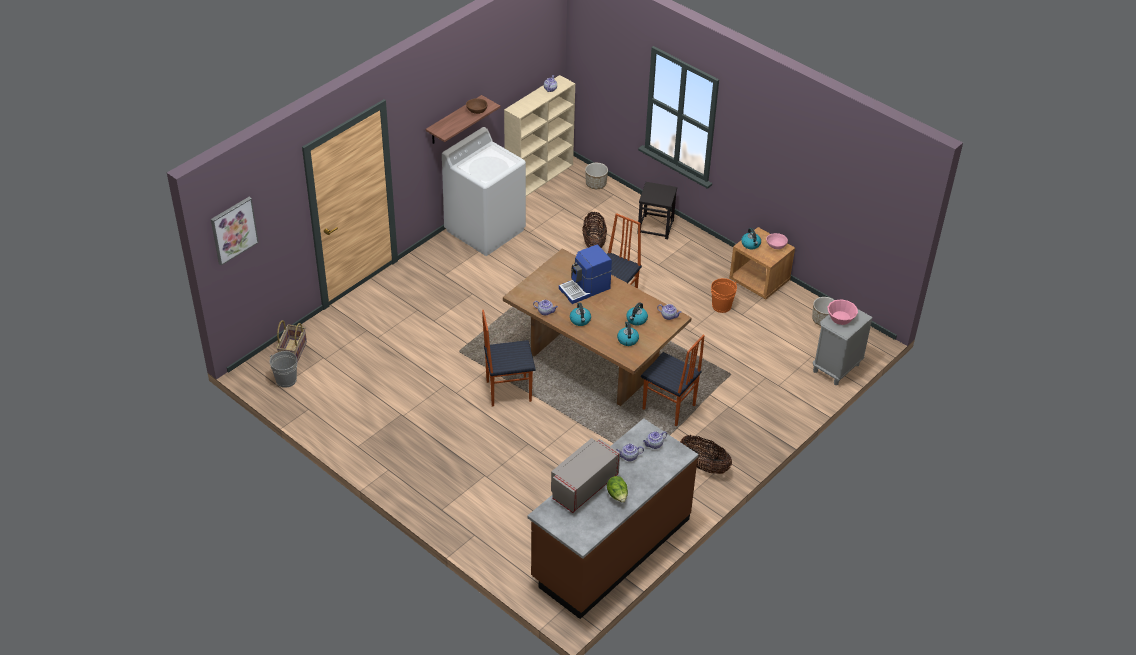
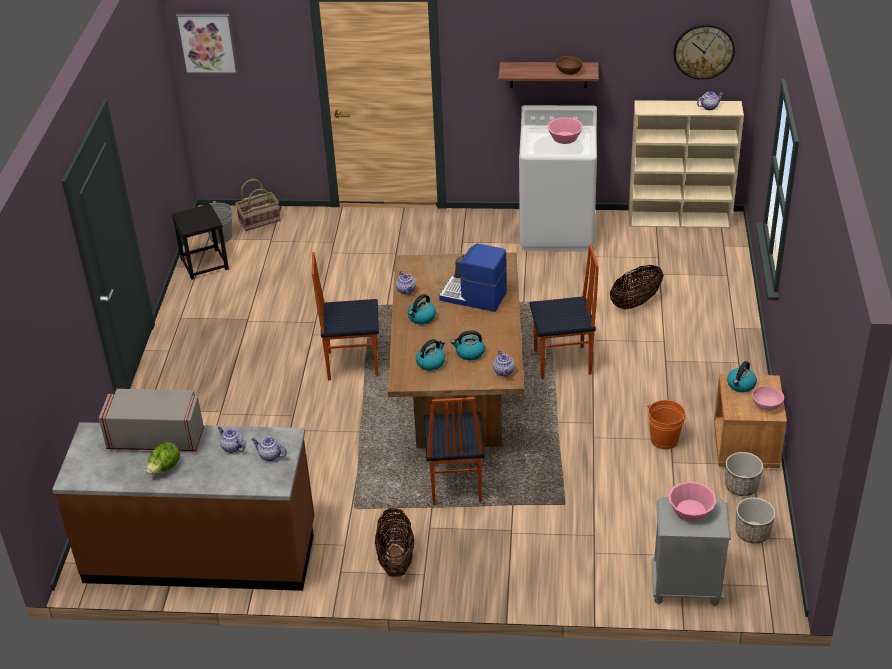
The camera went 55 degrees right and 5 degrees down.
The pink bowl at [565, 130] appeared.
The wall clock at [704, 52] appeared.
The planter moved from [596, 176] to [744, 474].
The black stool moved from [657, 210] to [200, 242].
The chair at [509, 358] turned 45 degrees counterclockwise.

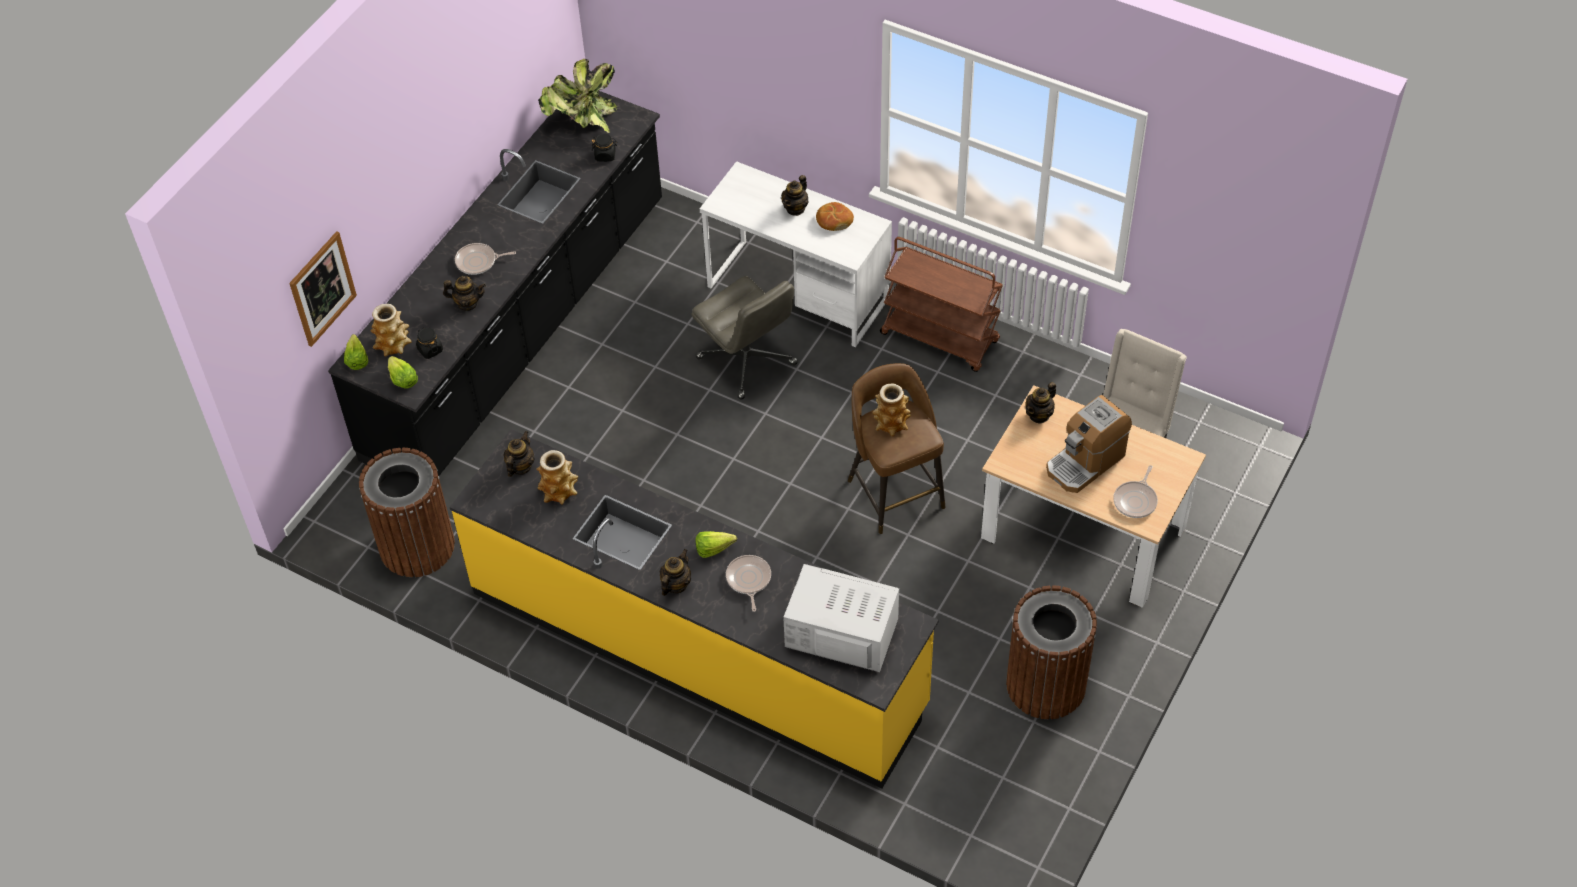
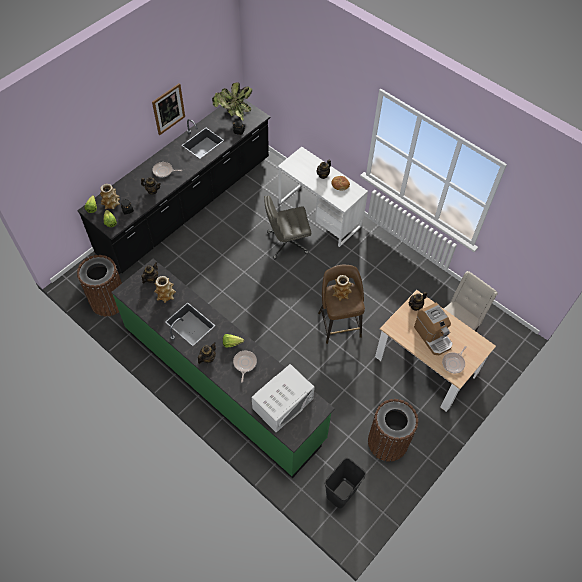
The camera went 10 degrees right and 5 degrees up.
The brown cart at [941, 304] disappeared.
The black trash can at [345, 483] appeared.
The picture moved from [323, 289] to [168, 109].
The yellow counter at [694, 609] became the green counter at [223, 368].
The grey office chair at [745, 337] turned 105 degrees clockwise.
The white microwave at [841, 618] turned 105 degrees clockwise.
The coffee machine at [1089, 444] turned 90 degrees counterclockwise.

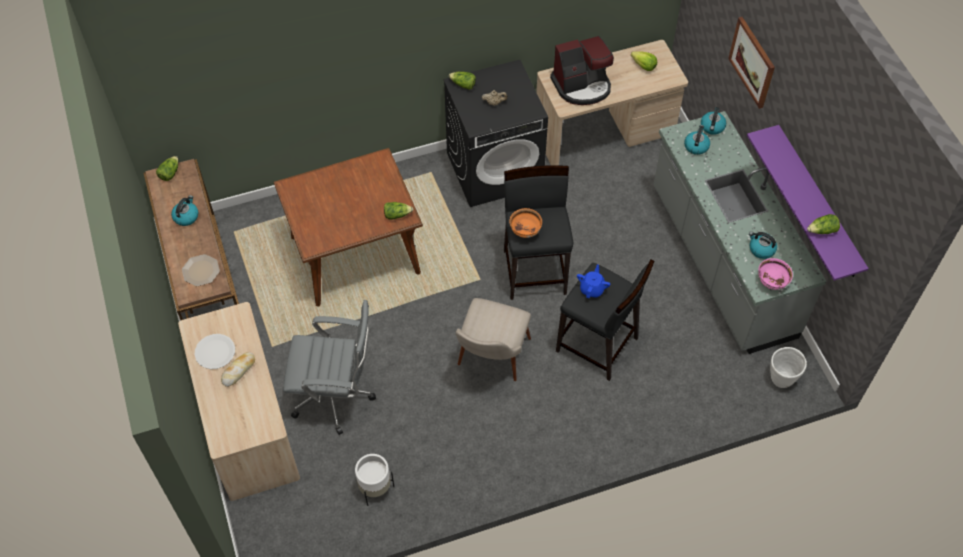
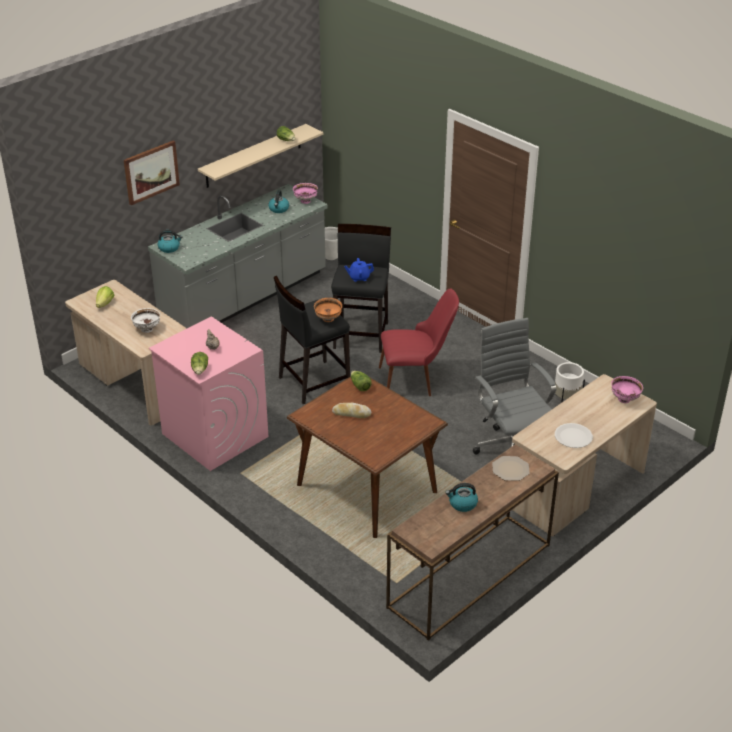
The camera went 115 degrees left and 20 degrees down.
The lettuce at [167, 168] disappeared.
The kettle at [697, 140] disappeared.
The pink bowl at [627, 389] appeared.
The bread moved from [238, 369] to [351, 410].
The coffee machine at [582, 70] was replaced by the white bowl at [145, 320].
The black washing machine at [495, 133] became the pink washing machine at [208, 394].
The beige chair at [493, 339] became the red chair at [419, 342].
The purple shelf at [808, 203] became the beige shelf at [261, 156].

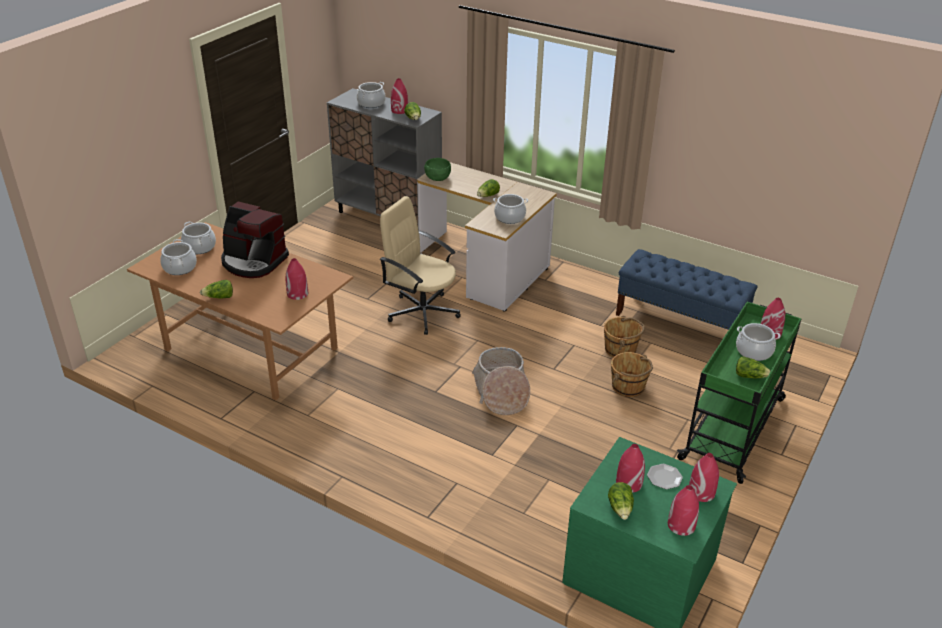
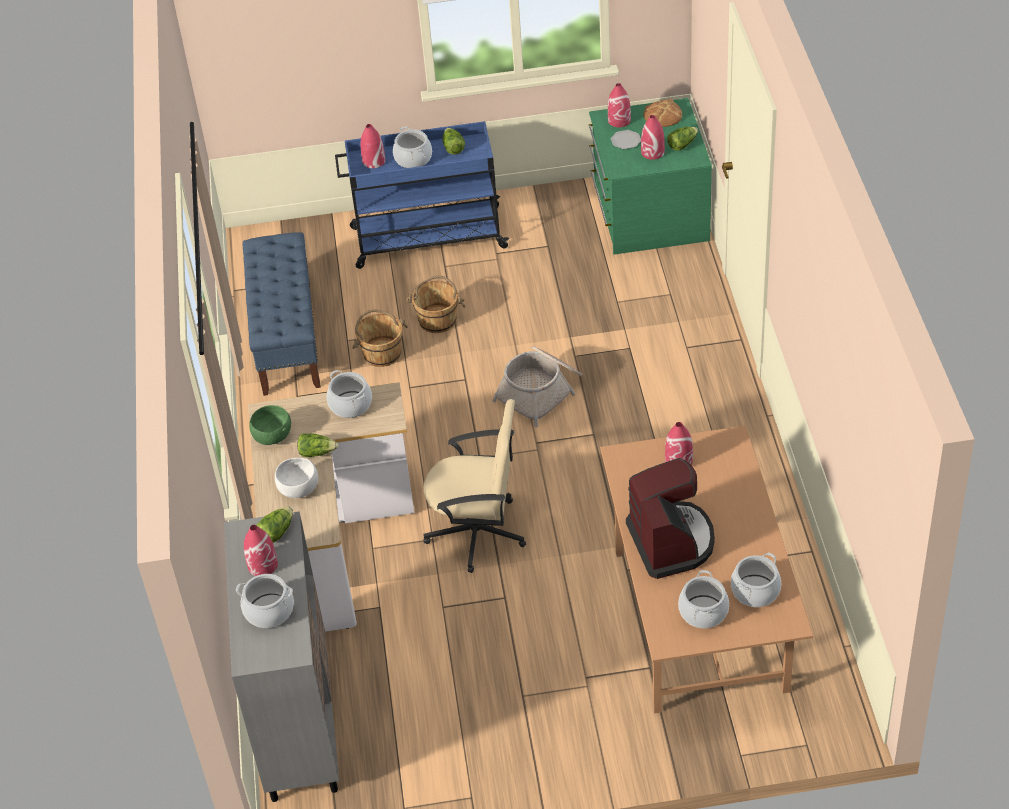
The camera went 125 degrees left and 10 degrees up.
The lettuce at [216, 289] disappeared.
The white bowl at [296, 478] appeared.
The green bowl moved from [437, 169] to [270, 425].
The red vase at [683, 510] was replaced by the bread at [662, 112].
The green cart at [739, 393] became the blue cart at [422, 195].
The beige office chair at [420, 265] turned 75 degrees counterclockwise.

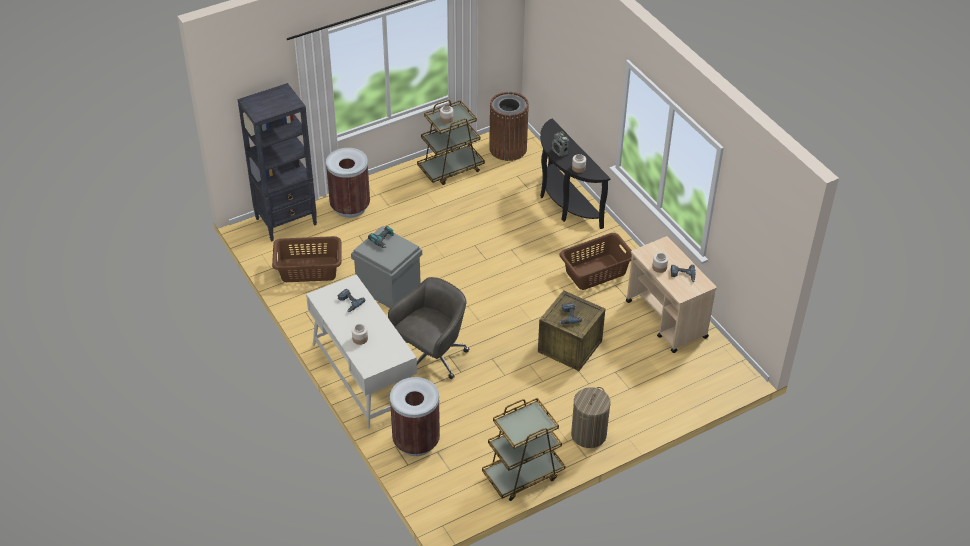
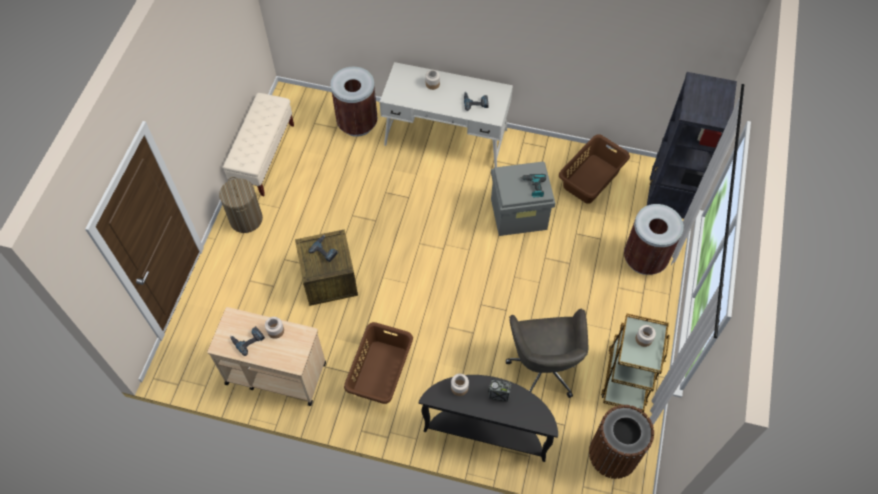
The camera went 135 degrees right and 15 degrees up.
The grey office chair moved from [428, 328] to [547, 353].
The brown cart at [524, 449] was replaced by the beige bench at [258, 144].

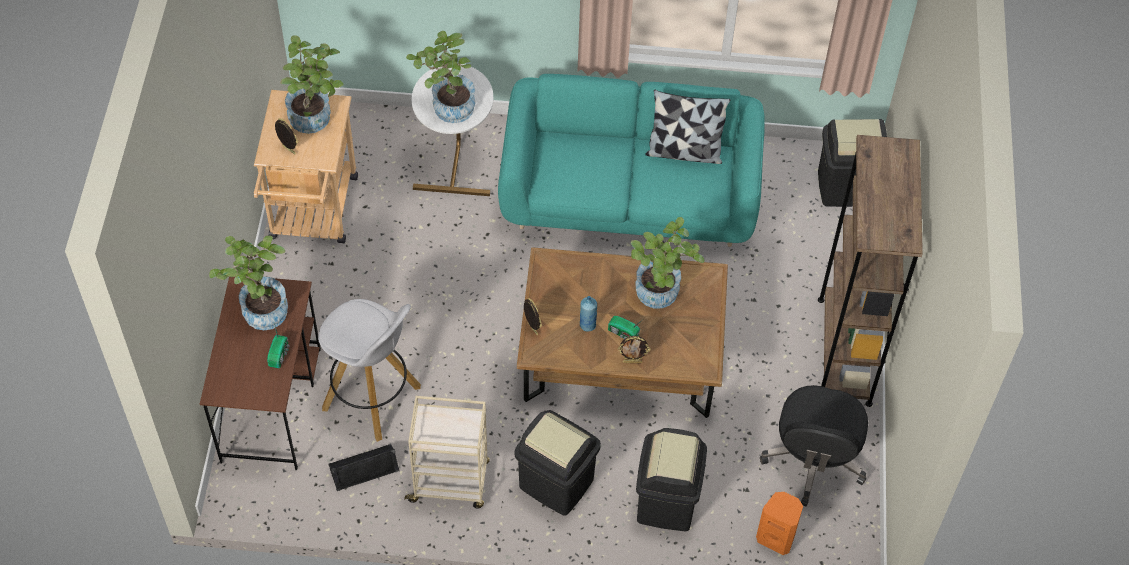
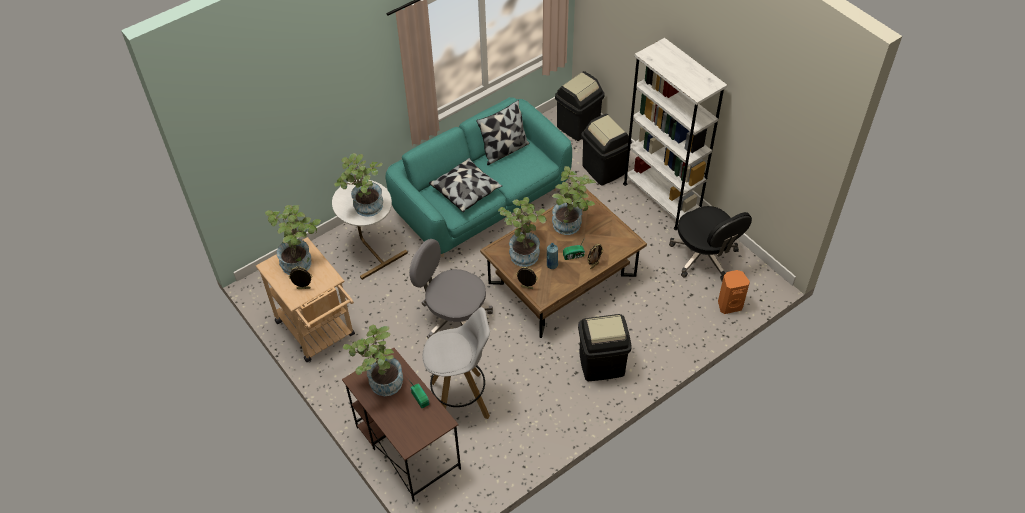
The camera went 40 degrees left and 5 degrees down.
The black speaker at [364, 467] disappeared.
The beige cart at [447, 452] disappeared.
The grey office chair at [451, 289] appeared.
The pillow at [466, 185] appeared.
The potted plant at [522, 232] appeared.
The black trash can moved from [671, 479] to [606, 149].
The brown bookcase at [870, 271] became the white bookcase at [675, 134].

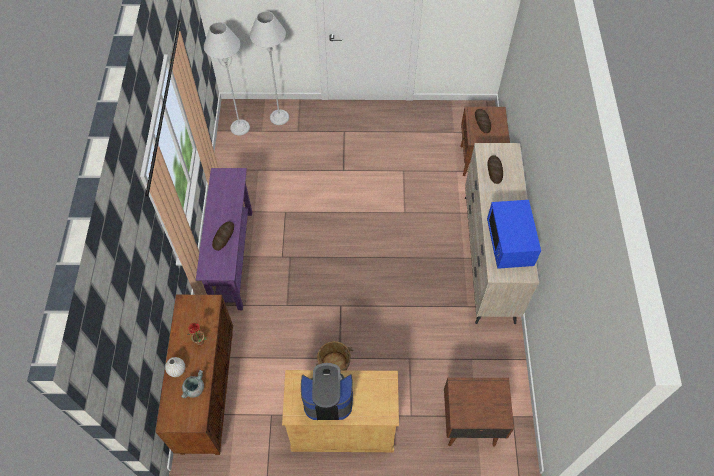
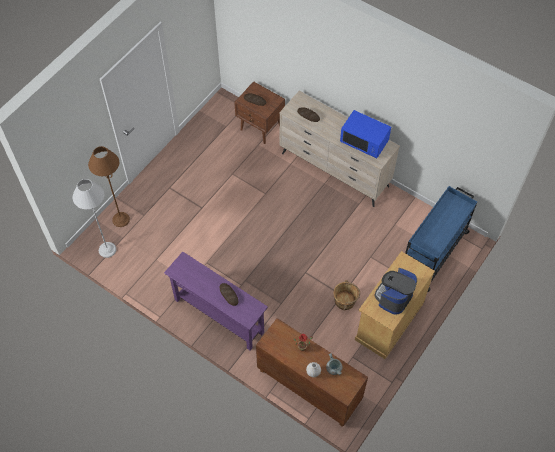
The camera went 55 degrees left and 0 degrees up.
The brown nightstand at [479, 412] was replaced by the blue cart at [441, 239].
The grey floor lamp at [269, 68] became the brown floor lamp at [109, 186].

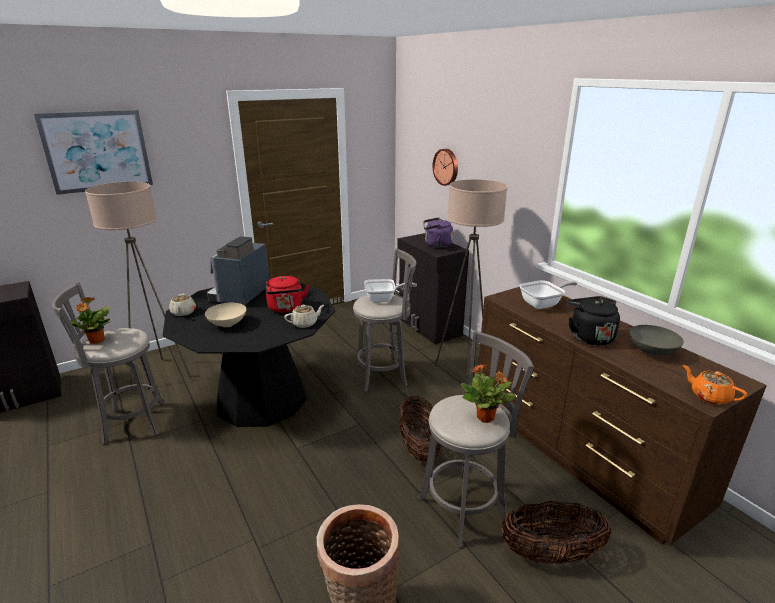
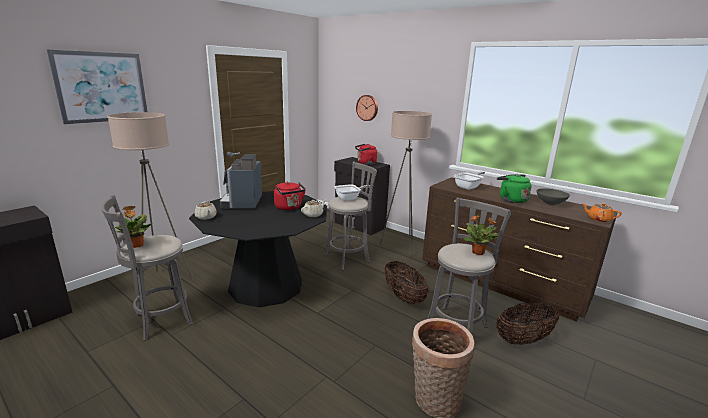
The camera went 20 degrees left and 5 degrees down.
The beige bowl at [225, 315] disappeared.
The purple kettle at [438, 232] became the red kettle at [366, 154].
The black kettle at [593, 320] became the green kettle at [514, 188].

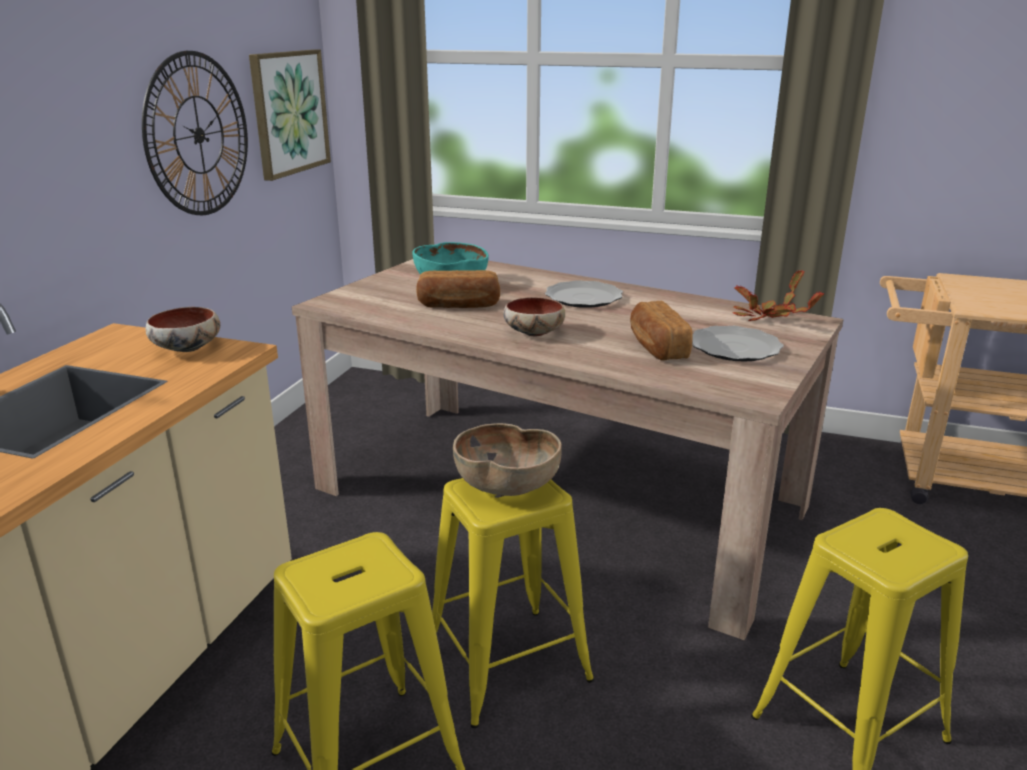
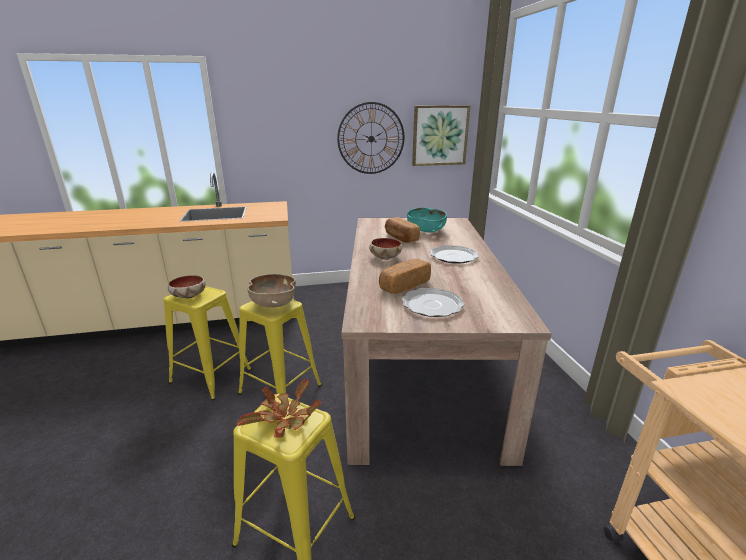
The camera went 60 degrees right and 0 degrees up.
The bowl moved from [183, 329] to [187, 287].
The potted plant moved from [778, 295] to [279, 408].

